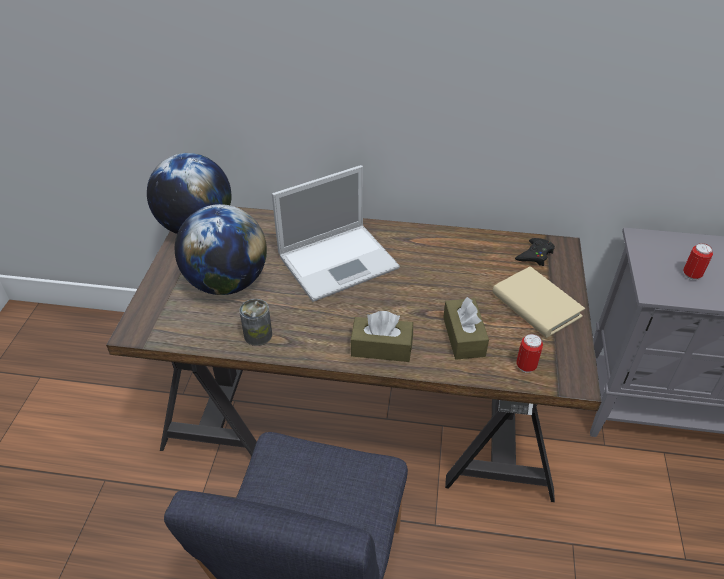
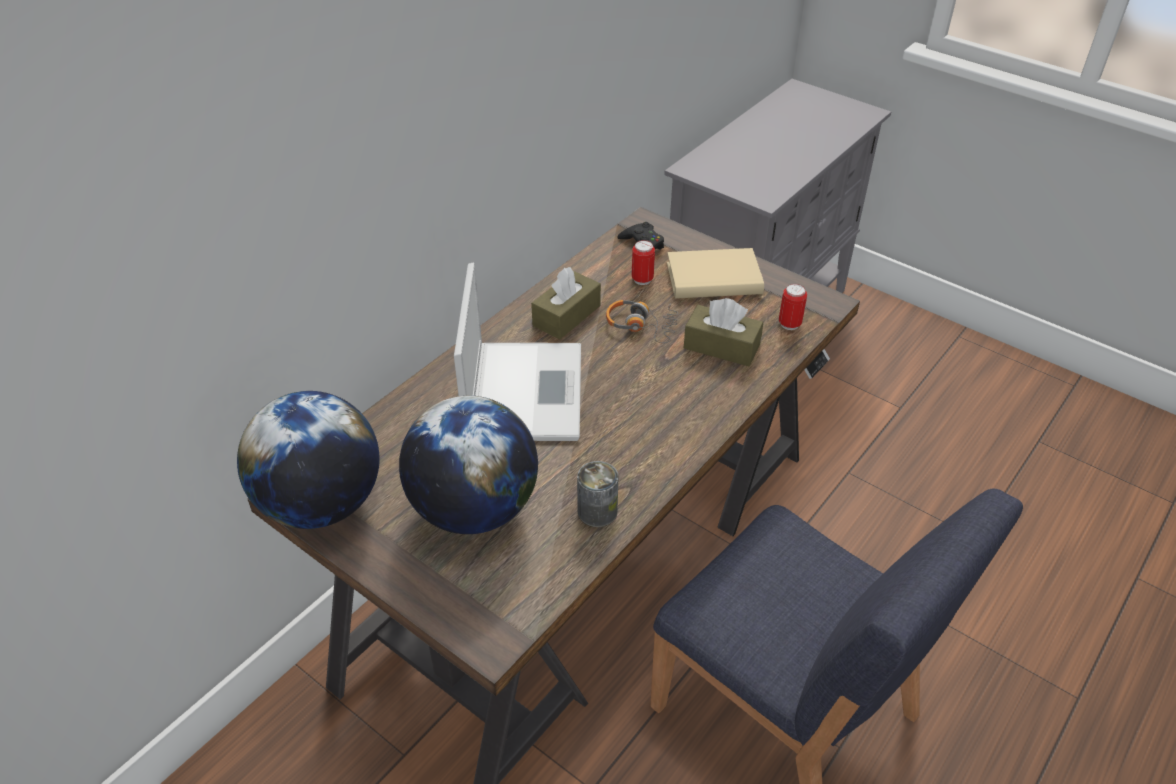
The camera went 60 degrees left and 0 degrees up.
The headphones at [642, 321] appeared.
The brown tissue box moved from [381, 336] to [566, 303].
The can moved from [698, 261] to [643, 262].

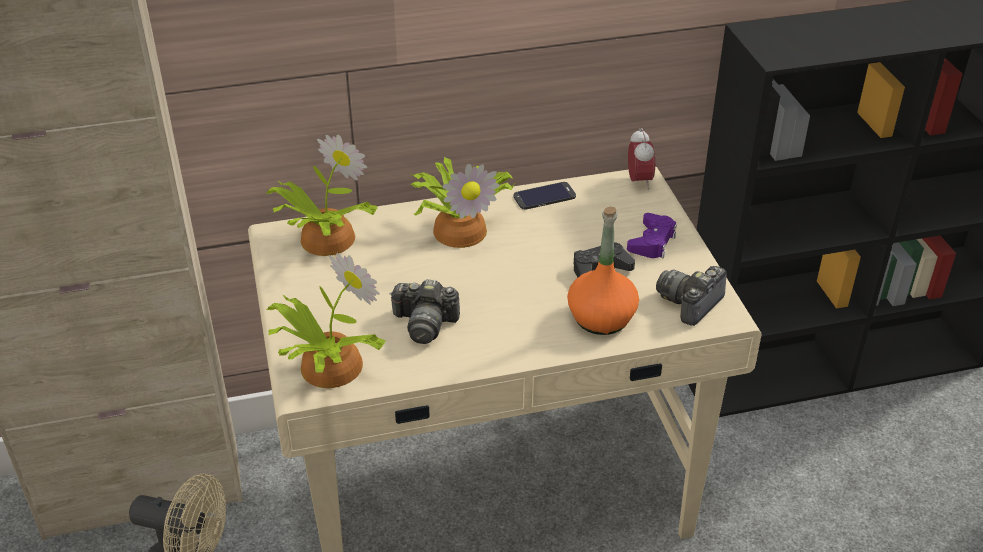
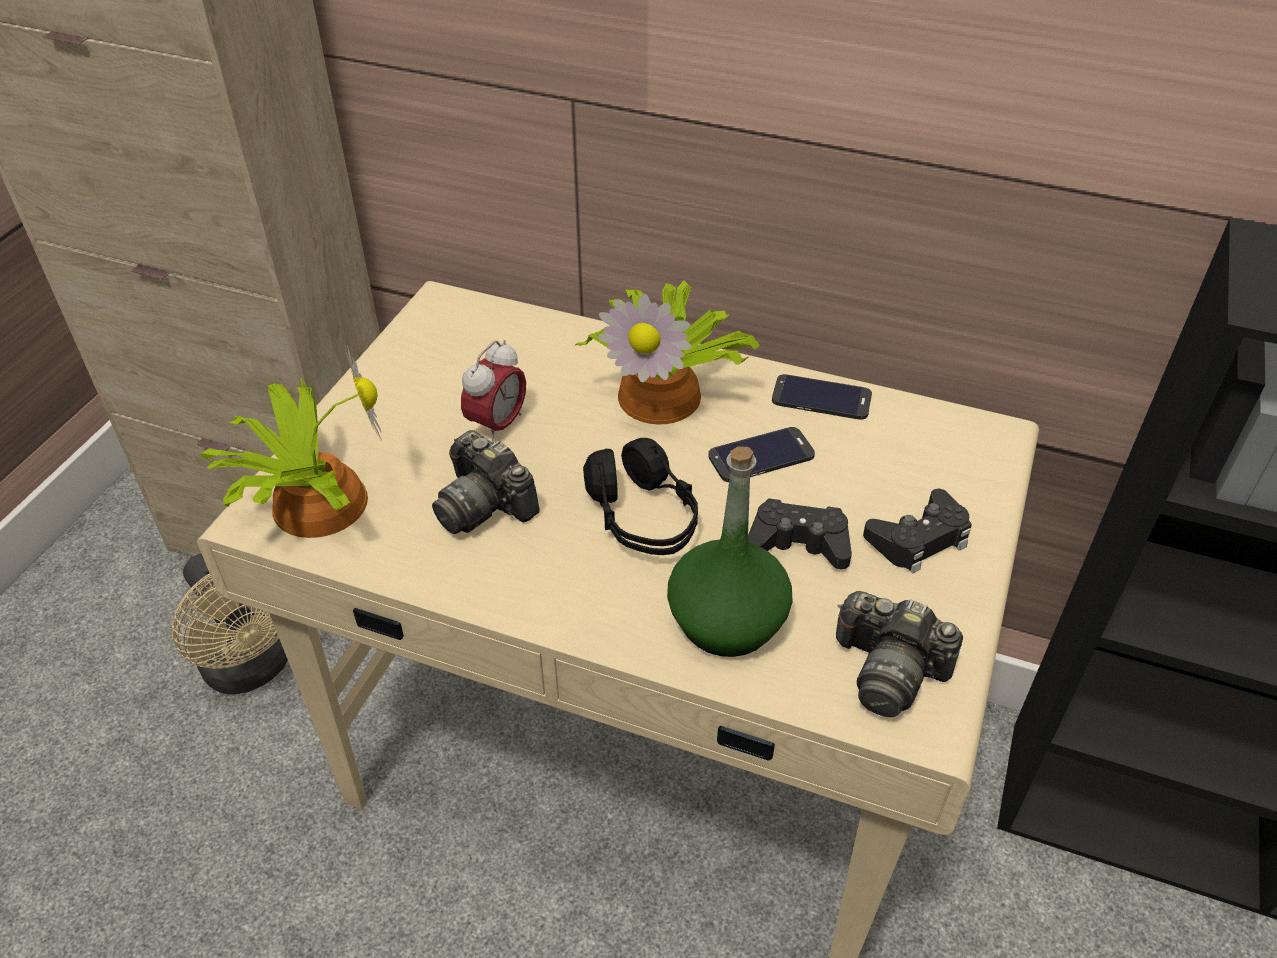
The camera went 35 degrees right and 5 degrees up.
The potted plant at [322, 195] disappeared.
The black headphones at [640, 496] appeared.
The phone at [761, 454] appeared.
The alarm clock moved from [641, 159] to [493, 392].
The orange bottle at [603, 271] became the green bottle at [730, 551].
The purple game controller at [652, 235] became the black game controller at [917, 531].
The photo camera at [691, 296] turned 135 degrees counterclockwise.

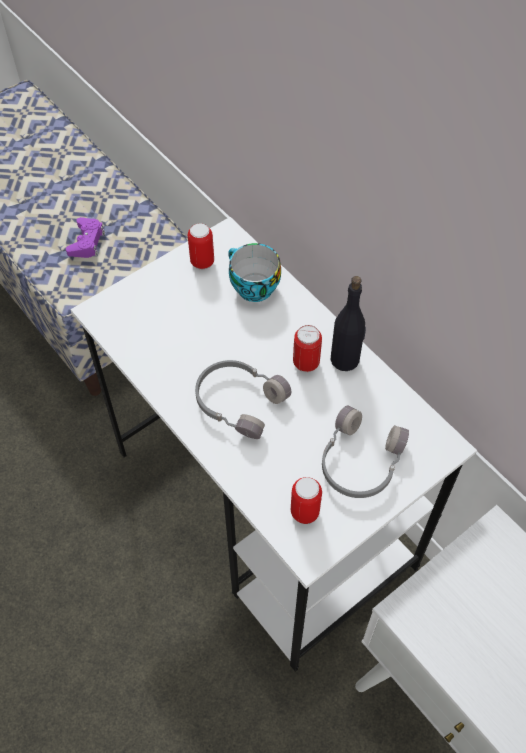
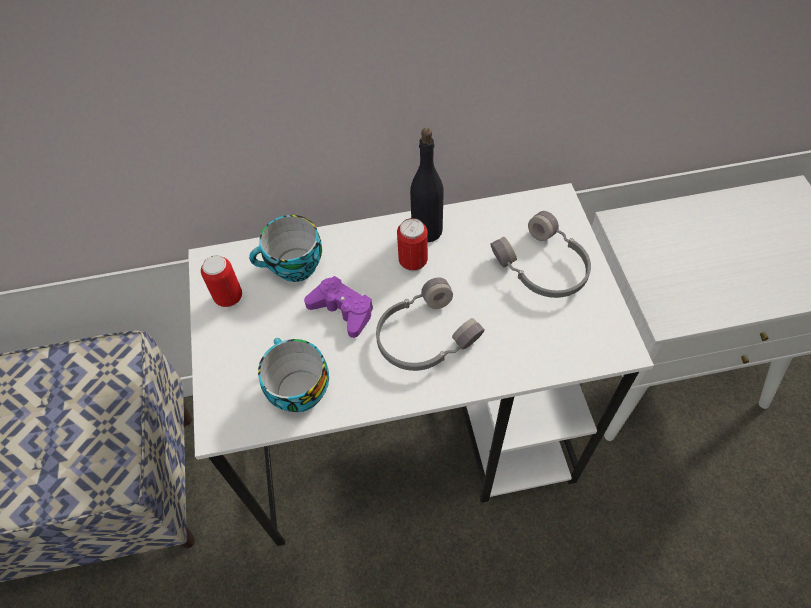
The camera went 60 degrees left and 0 degrees up.
The can at [306, 500] disappeared.
The cup at [293, 375] appeared.
The purple game controller moved from [85, 237] to [338, 307].

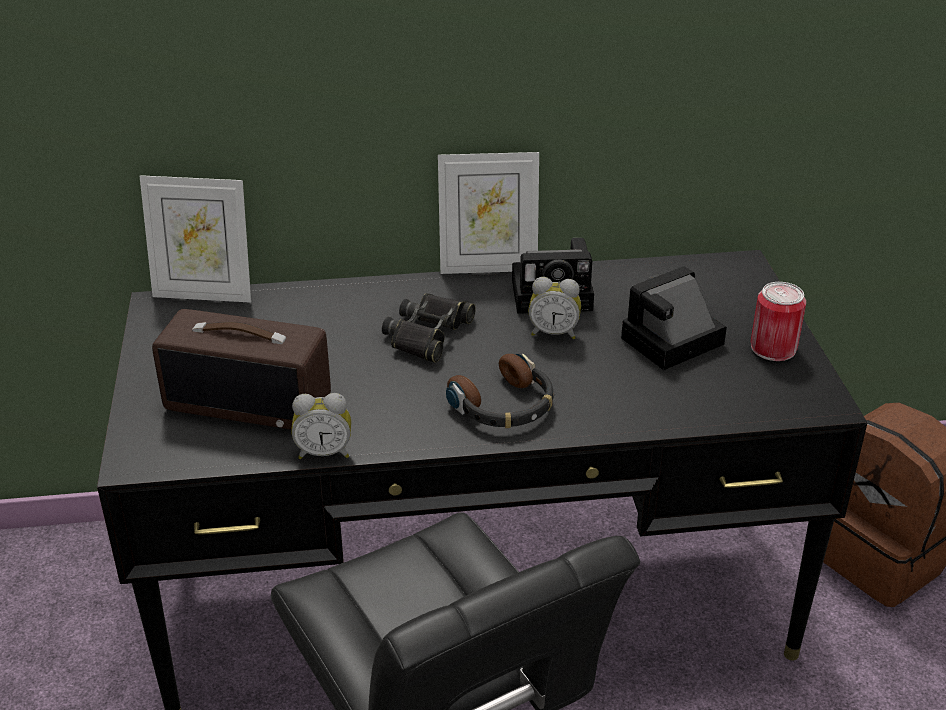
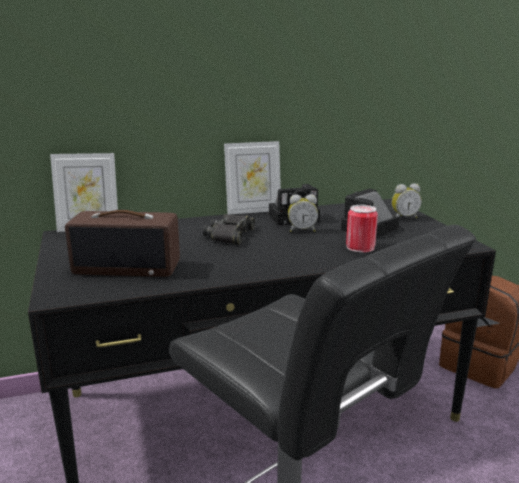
The camera went 10 degrees left and 15 degrees down.
The headphones at [500, 391] disappeared.
The alarm clock moved from [321, 426] to [407, 200].
The can moved from [778, 321] to [362, 229].

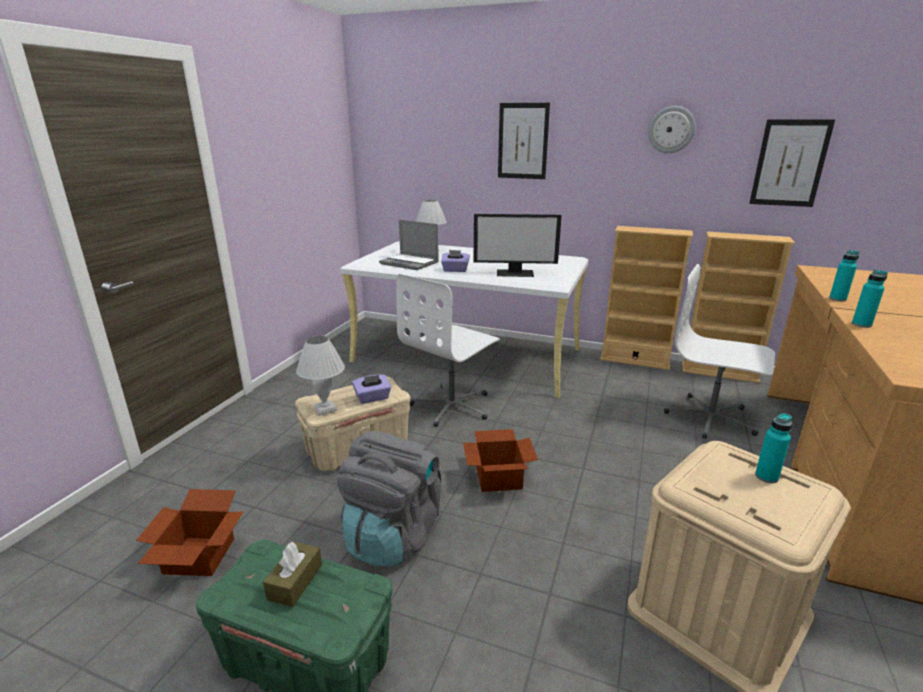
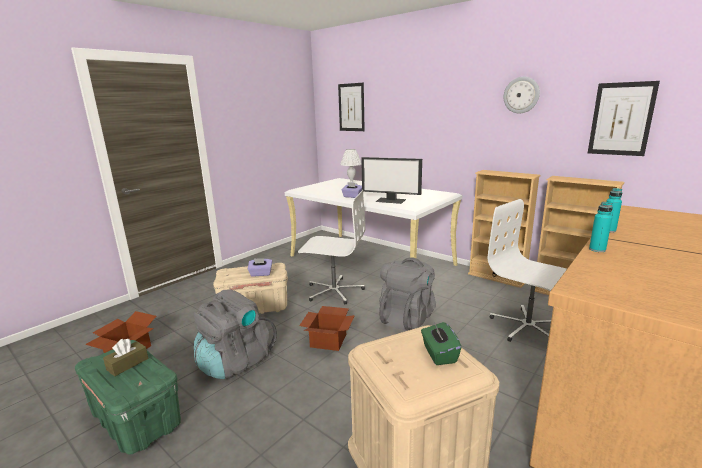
The camera went 20 degrees right and 5 degrees down.
The white table lamp at [320, 376] disappeared.
The laptop at [409, 245] disappeared.
The grey backpack at [407, 294] appeared.
The picture moved from [524, 141] to [351, 107].
The turquoise bottle at [773, 448] was replaced by the green tissue box at [441, 343].
The white office chair at [448, 350] turned 135 degrees counterclockwise.

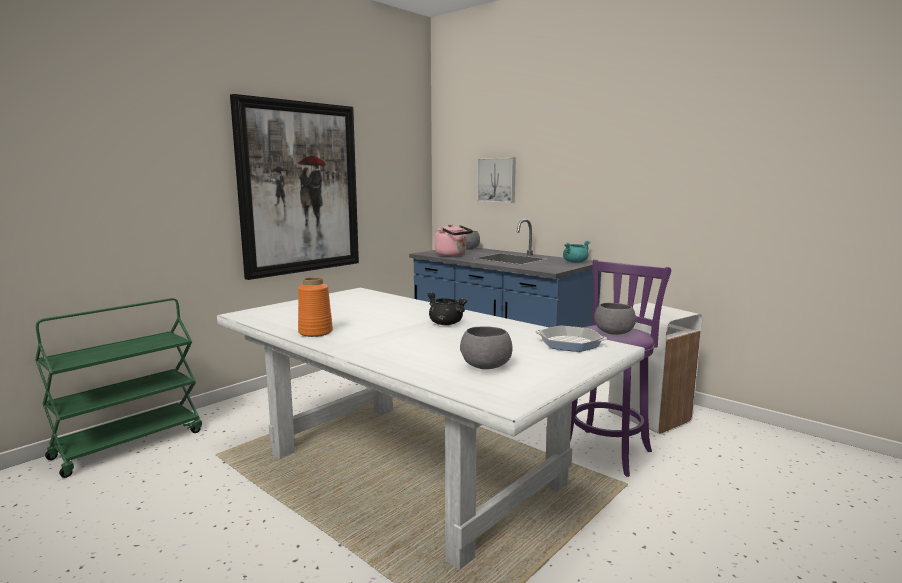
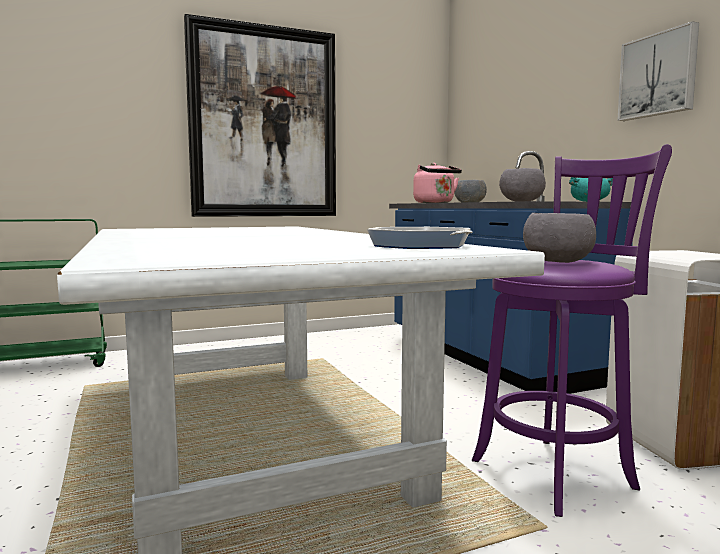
The camera went 25 degrees right and 5 degrees down.
The orange vase at [315, 307] disappeared.
The black cooking pot at [447, 308] disappeared.
The grey bowl moved from [486, 347] to [522, 185].
The picture moved from [496, 180] to [658, 71].

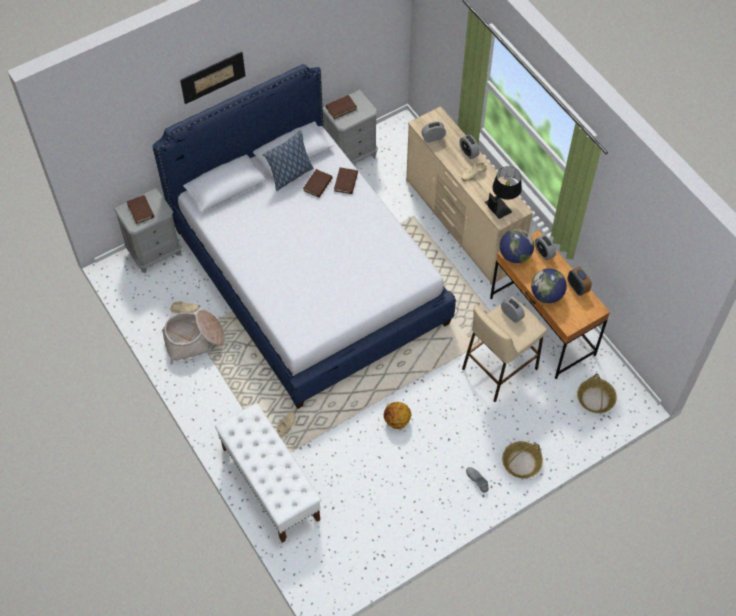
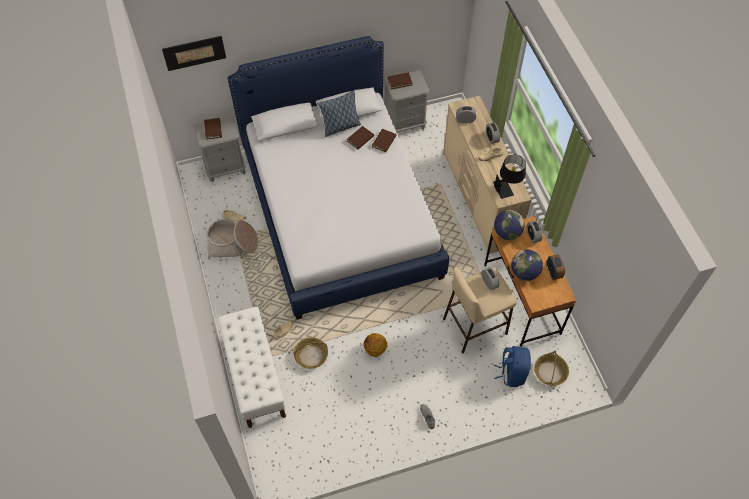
The camera went 15 degrees right and 0 degrees up.
The blue backpack at [512, 366] appeared.
The picture moved from [212, 78] to [194, 53].
The basket moved from [522, 459] to [310, 353].

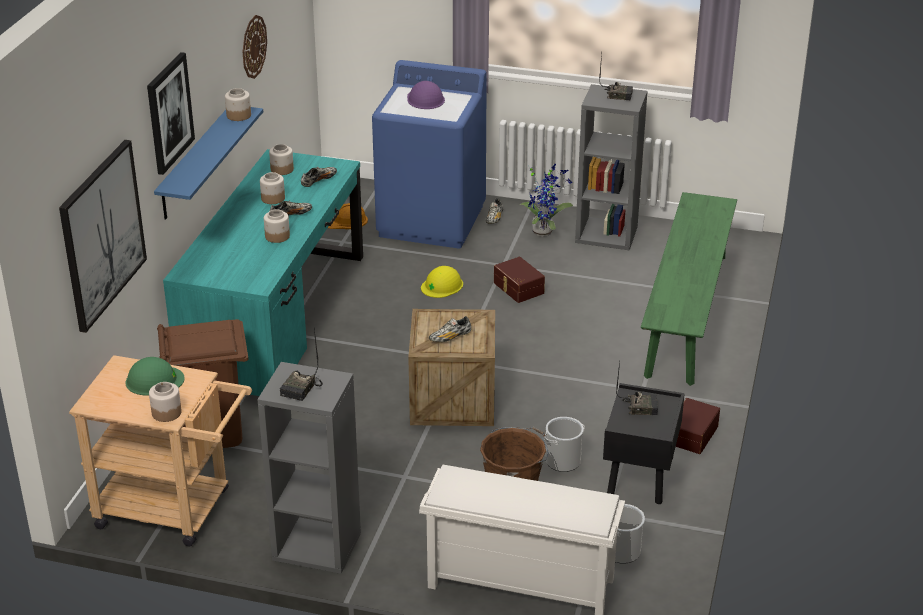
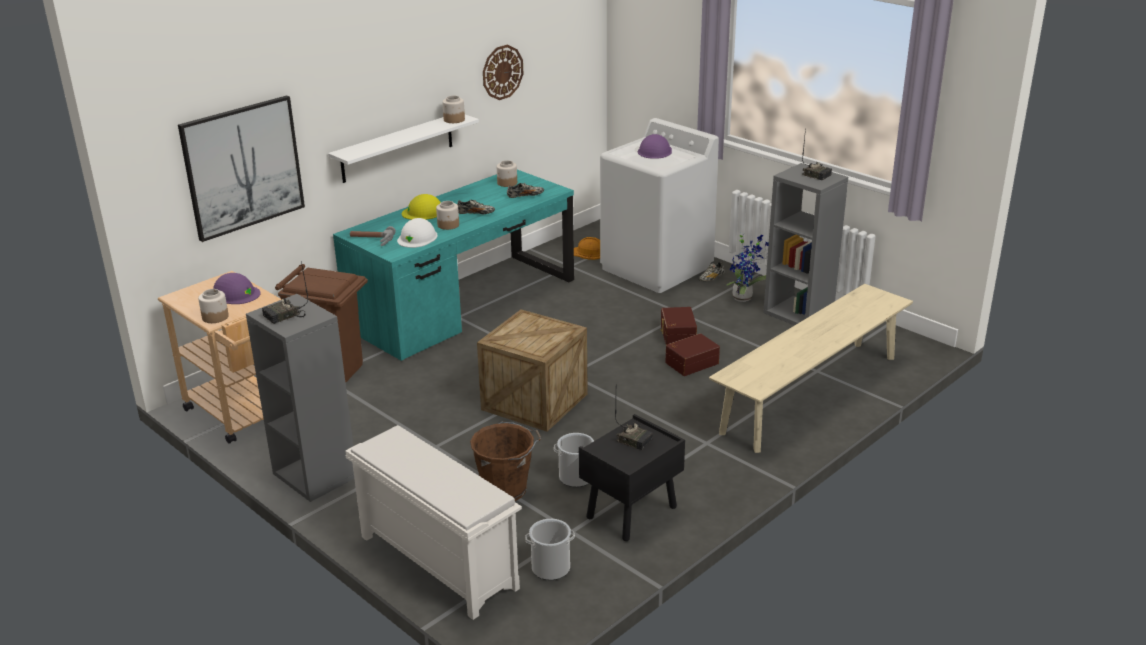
The camera went 30 degrees right and 5 degrees down.
The picture at [171, 113] disappeared.
The jar at [272, 188] disappeared.
The shoe at [450, 329] disappeared.
The hammer at [373, 236] appeared.
The white hard hat at [417, 233] appeared.
The yellow hard hat moved from [442, 282] to [421, 207].
The brown storage box moved from [698, 426] to [692, 354].
The green hard hat at [155, 376] became the purple hard hat at [237, 288].
The blue shelf at [208, 163] became the white shelf at [403, 149].
The blue washing machine at [429, 154] became the white washing machine at [659, 205].
The green bench at [689, 289] became the beige bench at [811, 368].

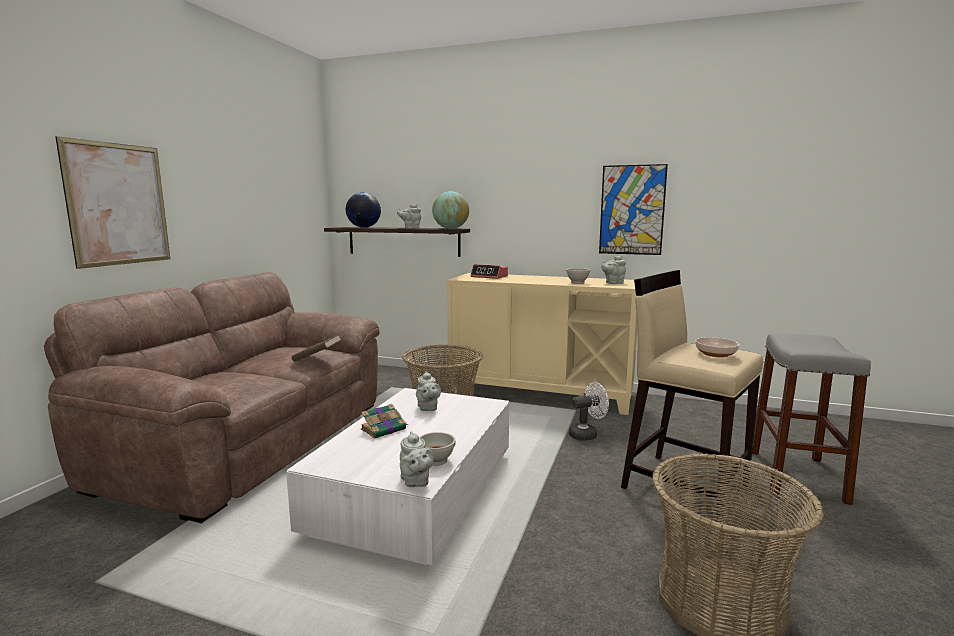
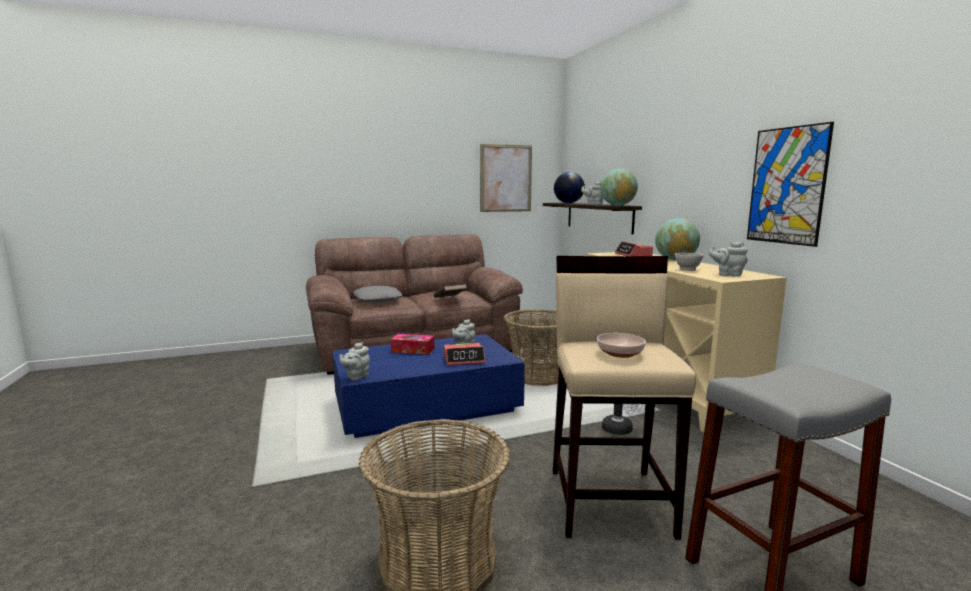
The camera went 50 degrees right and 0 degrees up.
The white bowl at [437, 449] disappeared.
The grey pillow at [377, 294] appeared.
The alarm clock at [464, 354] appeared.
The globe at [677, 239] appeared.
The picture moved from [112, 202] to [506, 178].
The book at [384, 421] was replaced by the tissue box at [413, 344].
The white coffee table at [397, 476] became the blue coffee table at [429, 386].

